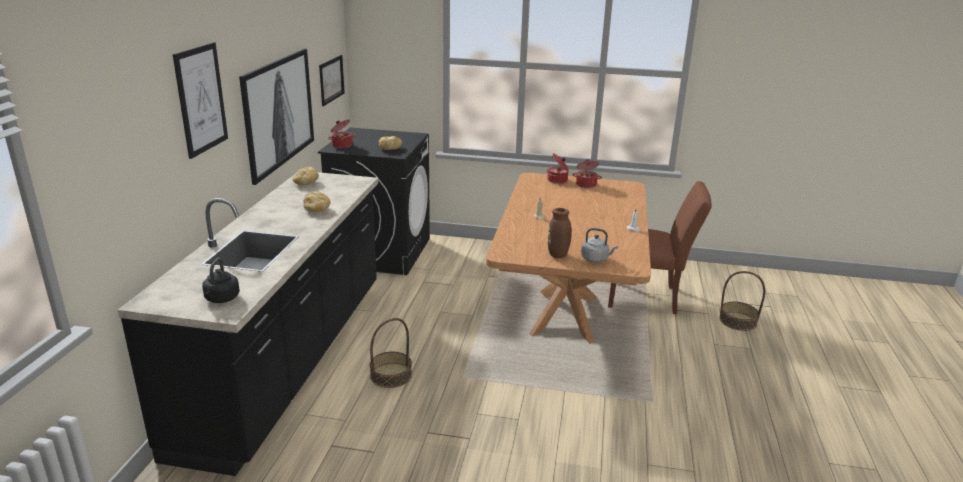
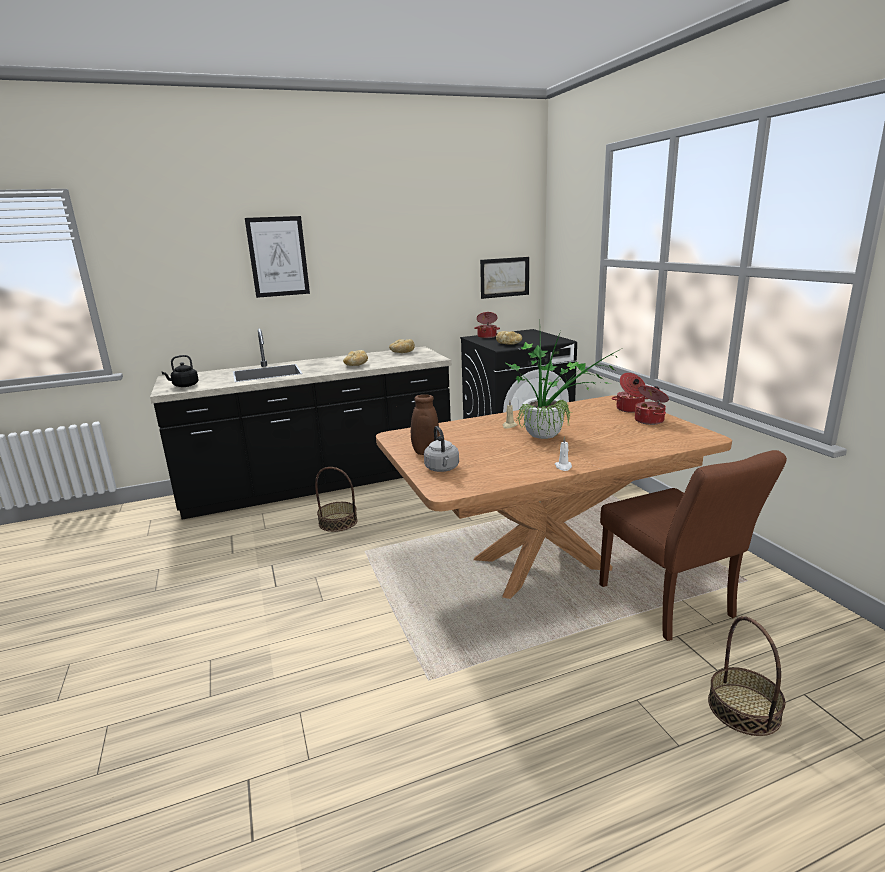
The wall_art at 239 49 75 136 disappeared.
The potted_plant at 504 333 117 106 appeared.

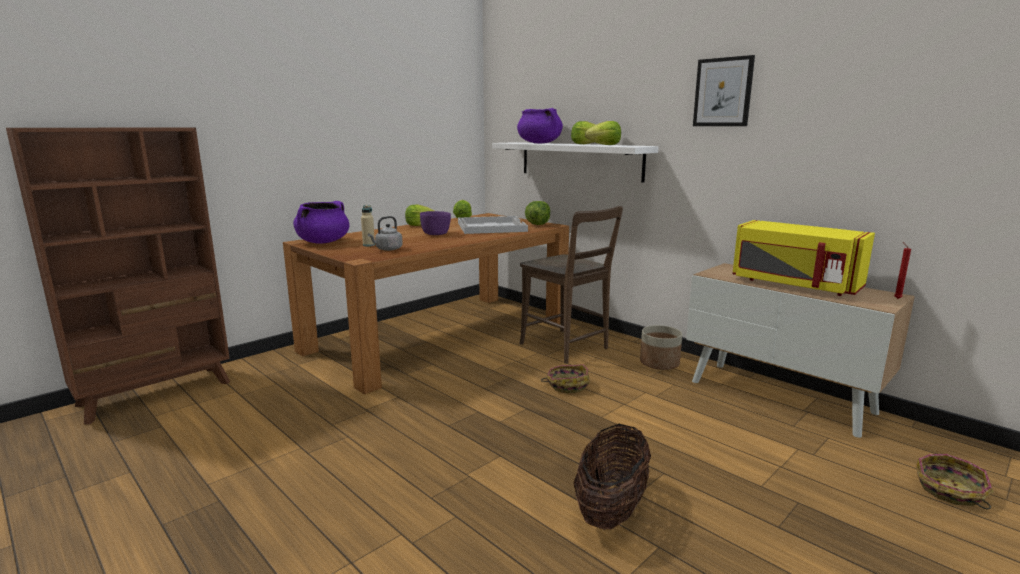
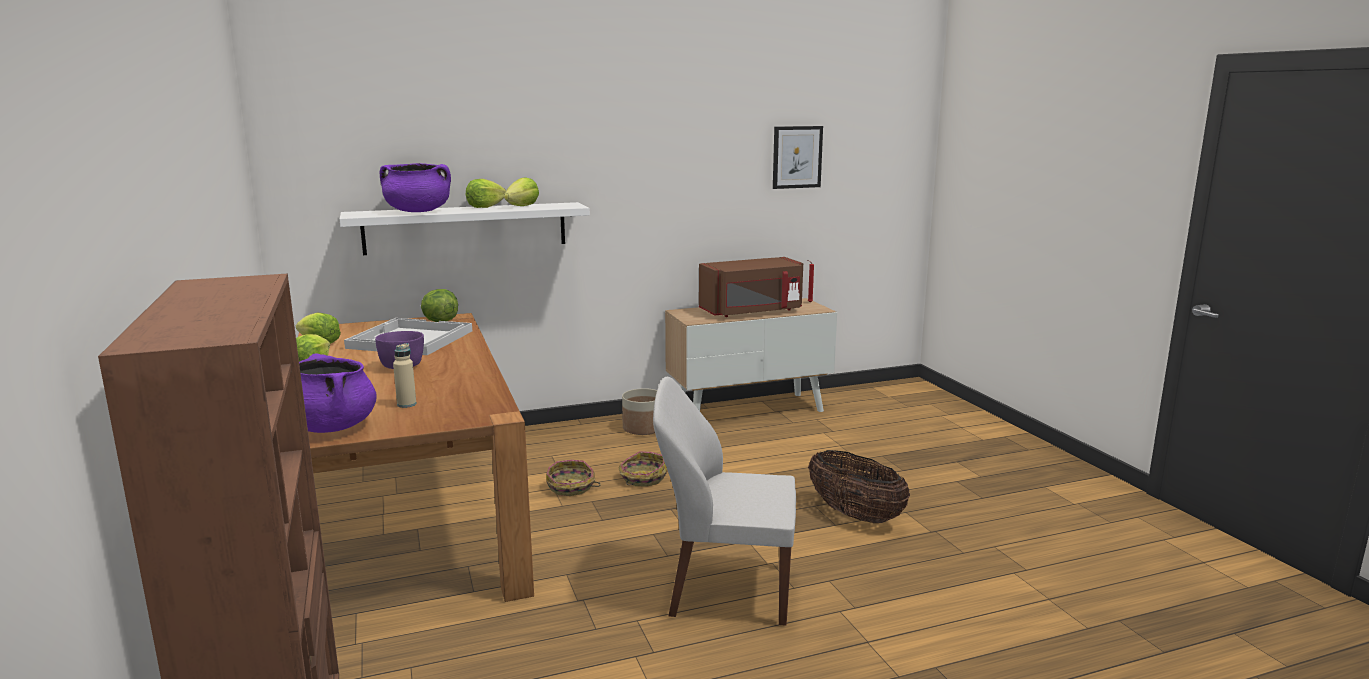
The greyish_water_kettle at 368 216 35 35 disappeared.
The brown_chair at 519 206 104 158 disappeared.
The wall_art moved from 693 55 62 71 to 773 126 50 63.
The yellow_microwave at 732 220 143 76 became the brown_microwave at 699 257 104 60.
The basket moved from 916 454 77 55 to 546 460 55 36.
The white_chair at 653 377 143 249 appeared.

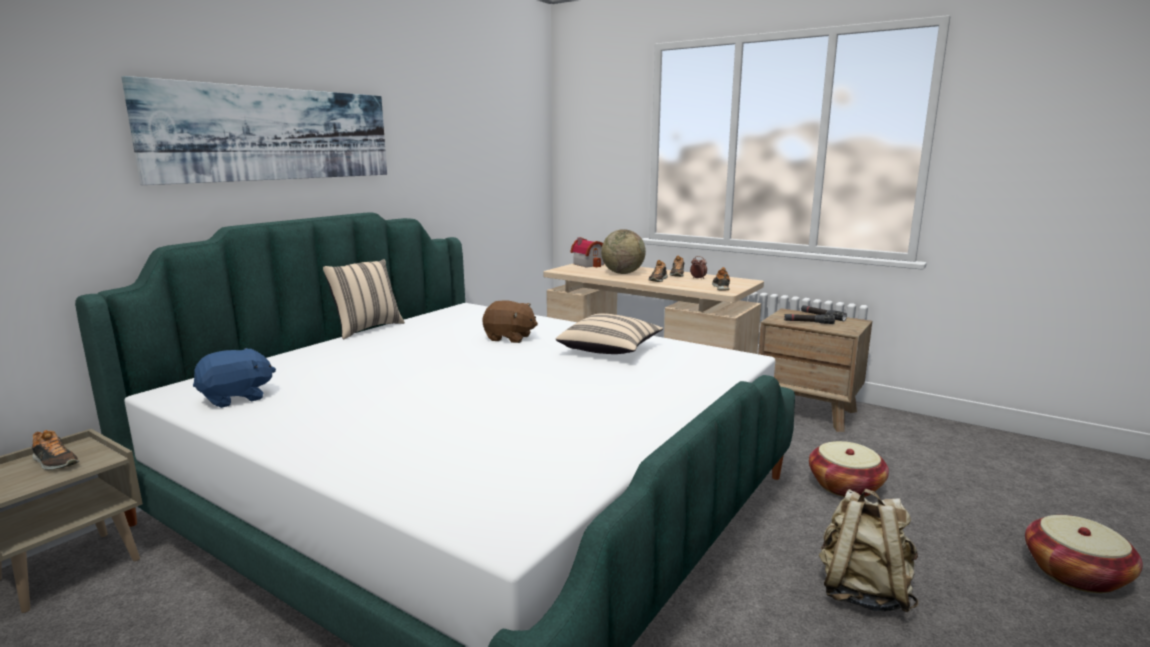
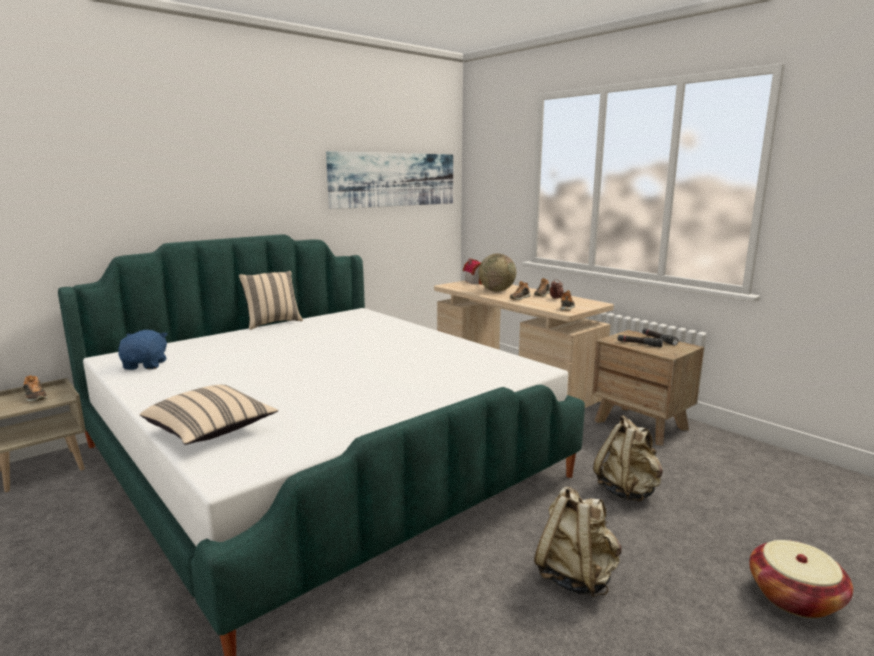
The wall_art moved from 122 76 265 109 to 326 151 127 58.
The blue-coloured_plush_toy at 193 348 83 60 turned 75 degrees counterclockwise.
The brown_plush_toy at 482 300 56 43 disappeared.
The sand-coloured_pillow moved from 556 314 107 40 to 140 385 138 60.
The basket at 809 441 80 56 was replaced by the sand-coloured_knapsack at 593 415 70 87.

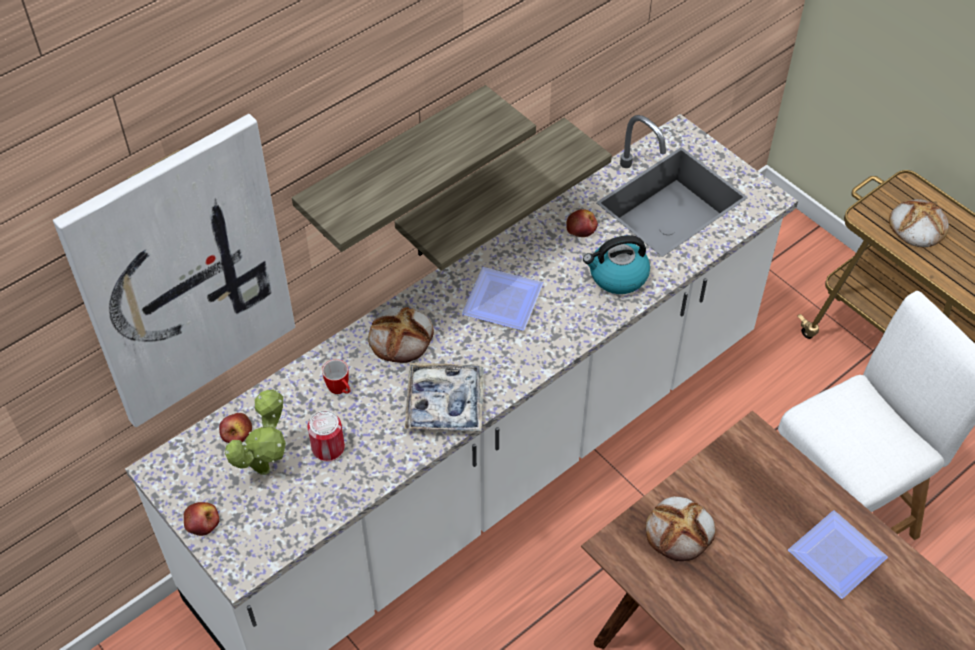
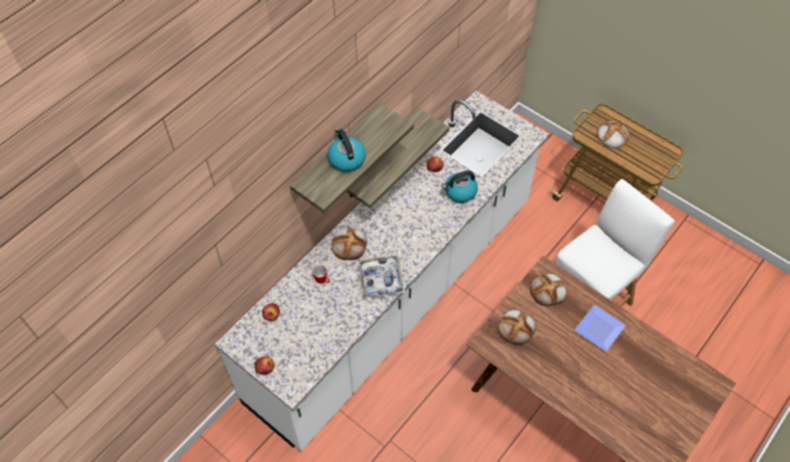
The wall_art at 53 114 242 313 disappeared.
The potted_plant at 225 389 61 86 disappeared.
The sealed_can at 308 410 37 52 disappeared.
The dinner_plate at 462 267 81 64 disappeared.
The water_kettle at 327 128 39 44 appeared.
The bakery_bread at 530 274 37 32 appeared.

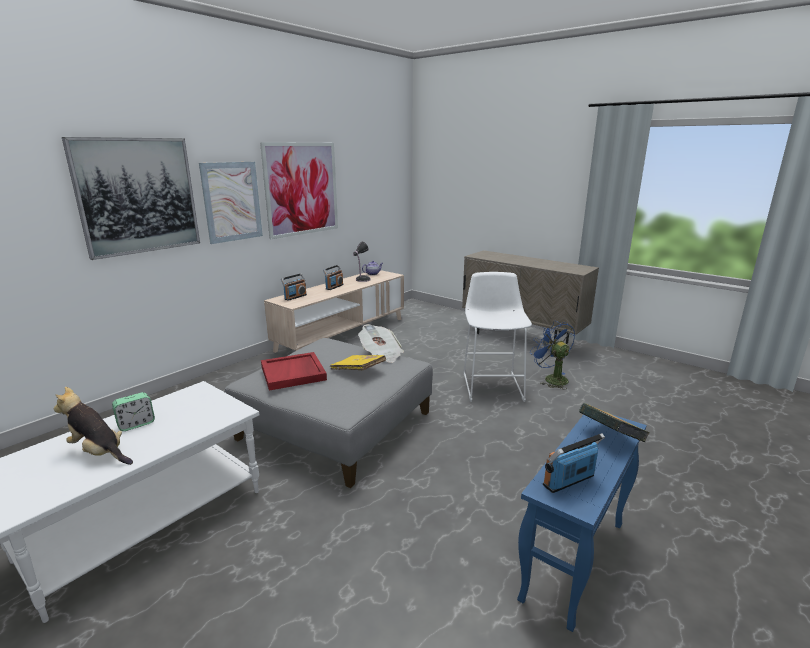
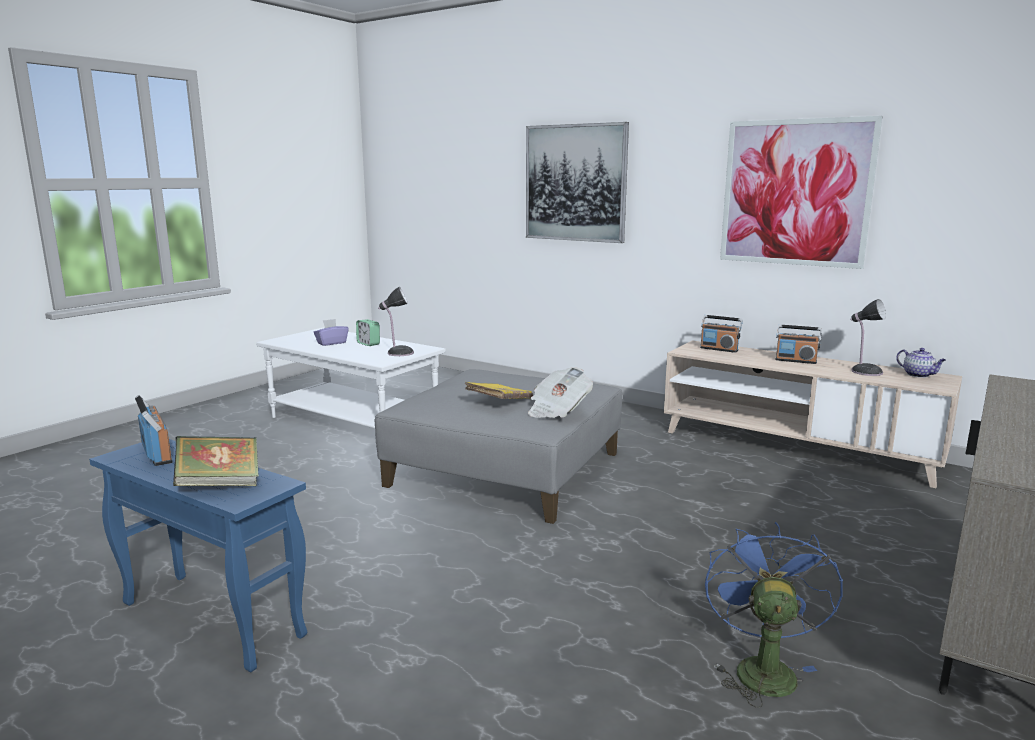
The plush_toy at 54 387 79 78 was replaced by the purplish_box_of_tissues at 314 319 35 27.
The wall_art at 199 162 64 82 disappeared.
The red-coloured_tray at 261 352 66 39 disappeared.
The white_stool at 464 272 68 130 disappeared.
The blue-coloured_fan at 530 321 45 68 turned 45 degrees counterclockwise.
The tabletop_lamp at 378 287 36 69 appeared.

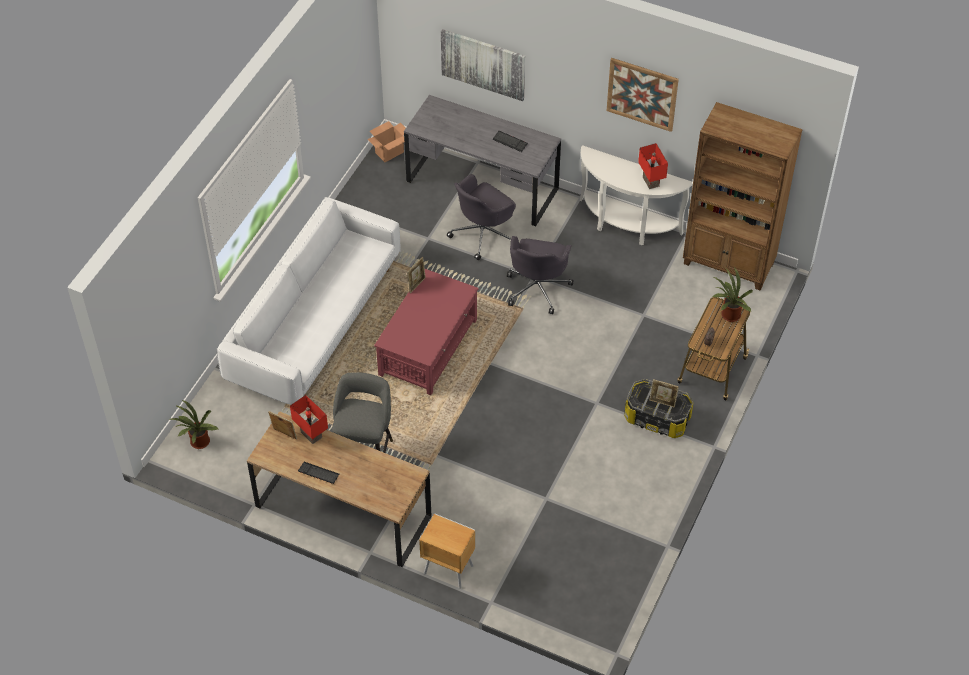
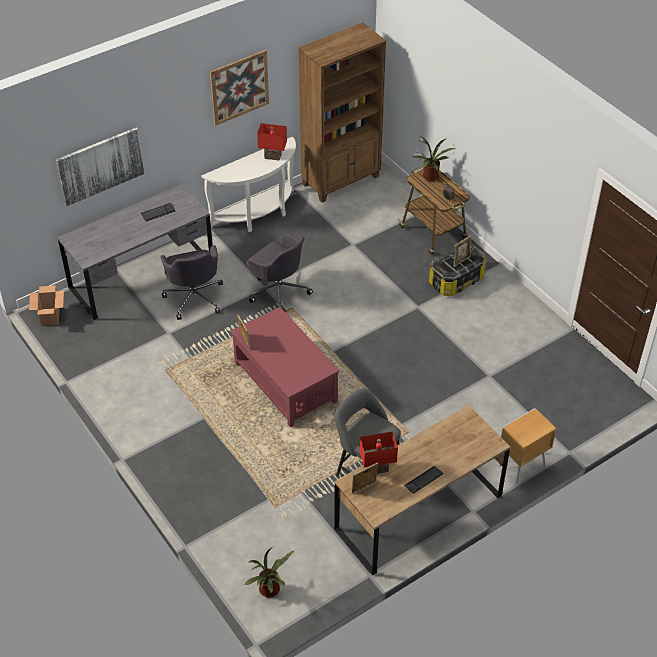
The white_couch at 216 197 185 208 disappeared.

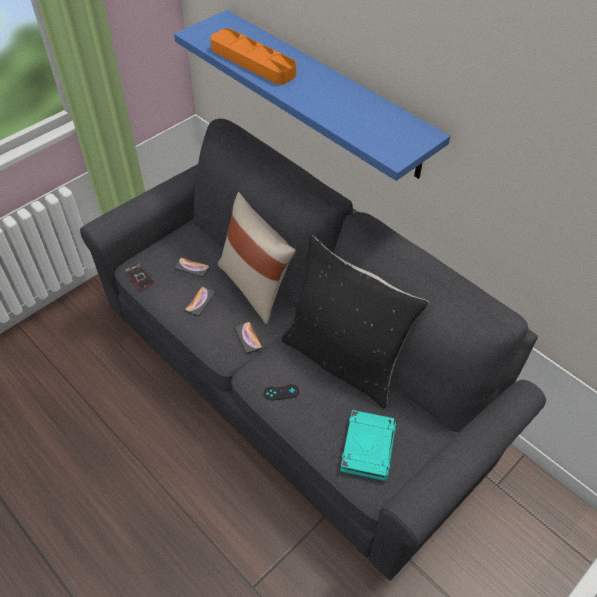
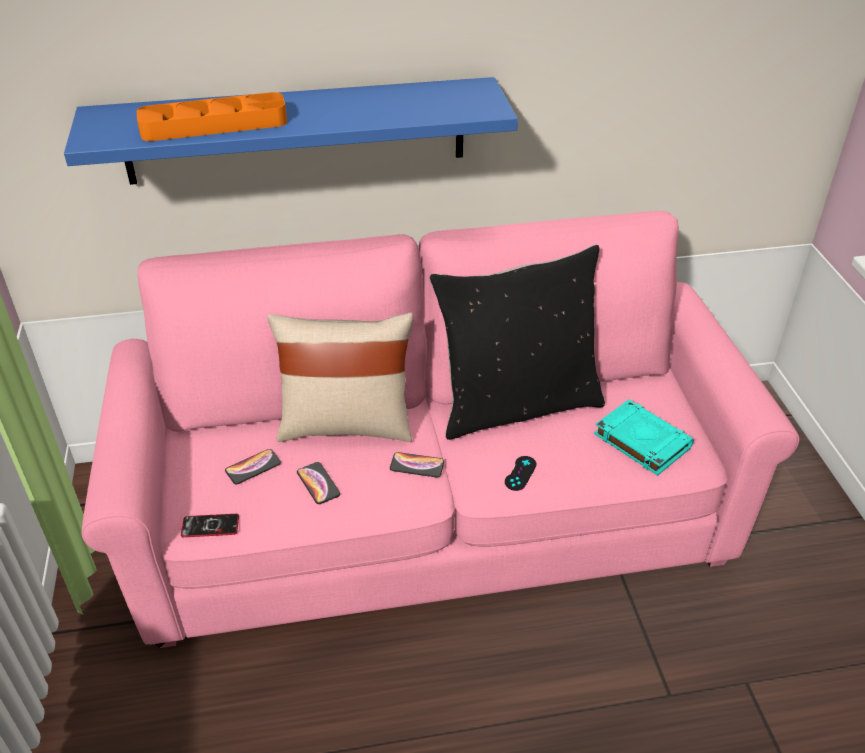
The greyish_couch at 80 118 466 463 became the pink-coloured_couch at 82 211 717 437.

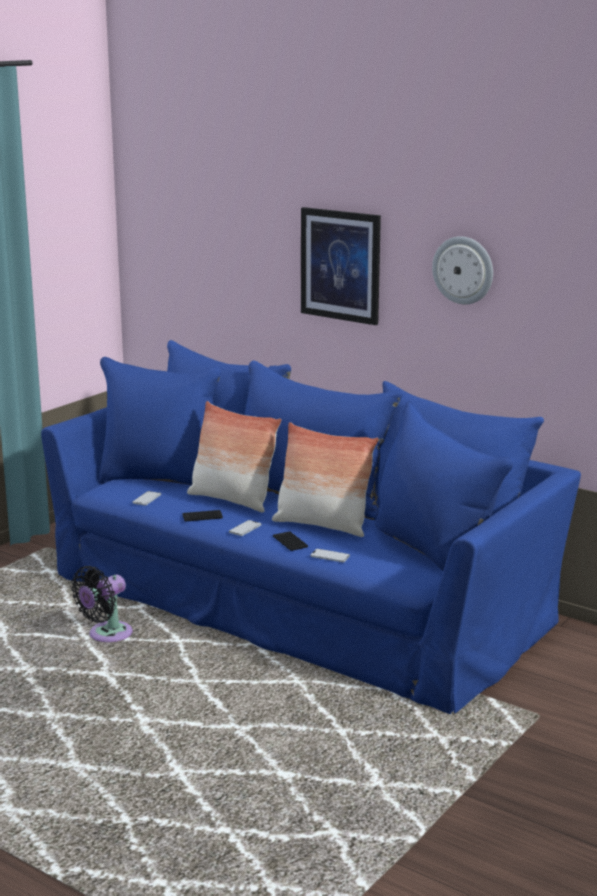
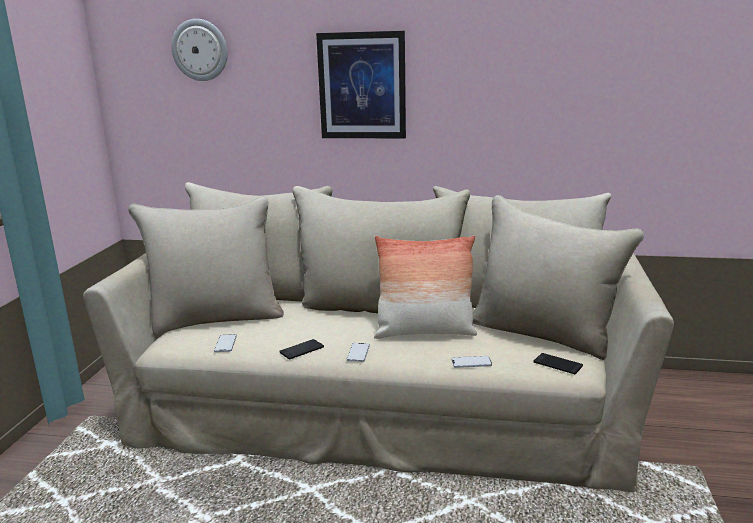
The blue-coloured_couch at 41 340 540 374 became the sand-coloured_couch at 83 182 591 310.
The black-coloured_fan at 71 566 61 76 disappeared.
The pillow at 187 401 95 112 disappeared.
The phone moved from 273 531 35 20 to 534 353 49 21.
The hanging_clock moved from 432 236 61 69 to 171 19 57 62.

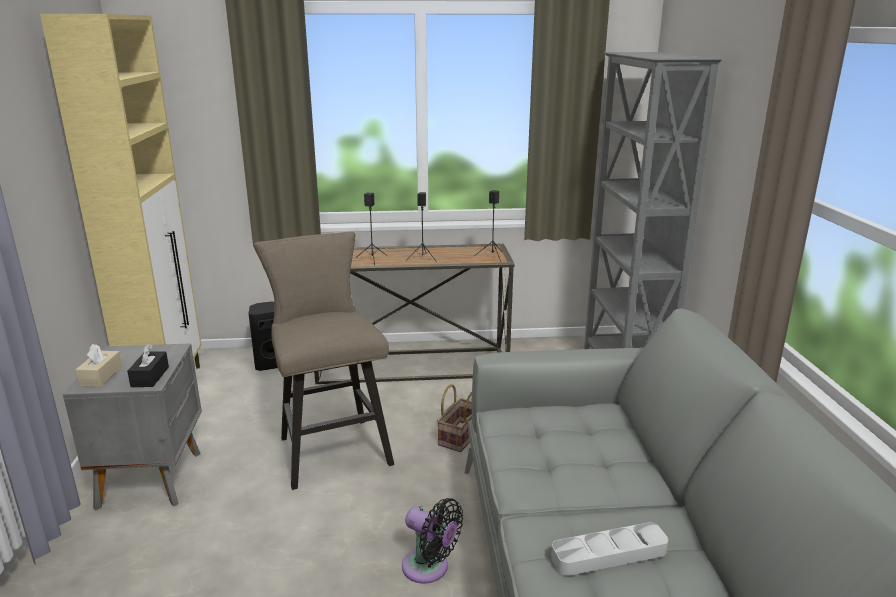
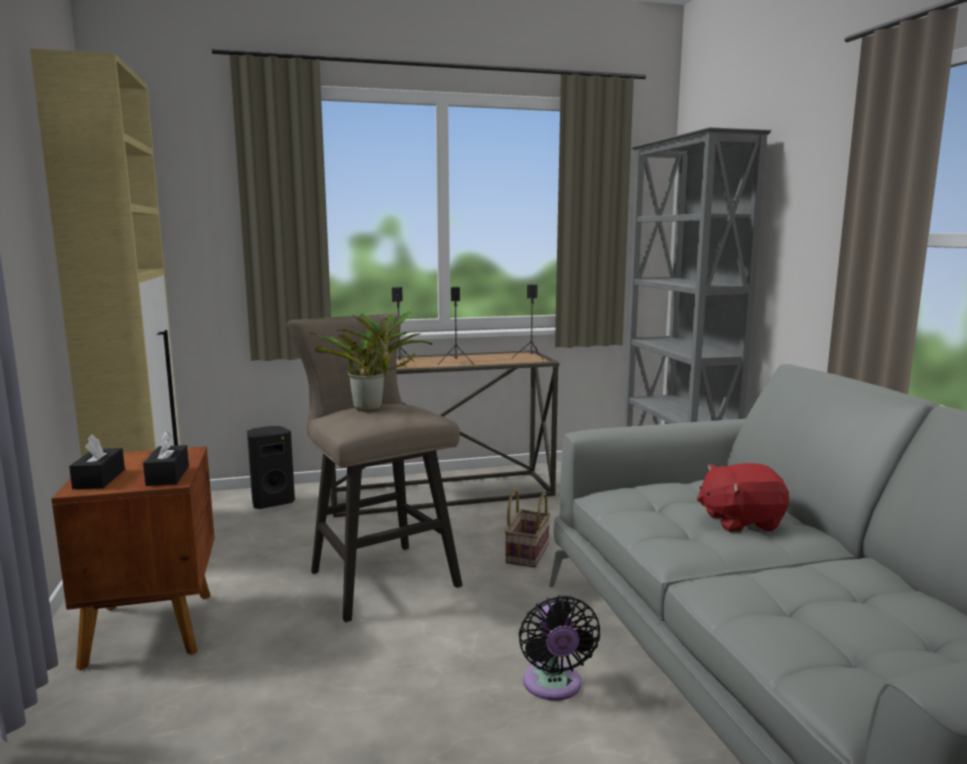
The greyish_bedside_table at 63 343 139 167 became the brown_bedside_table at 51 446 164 225.
The sand-coloured_box_of_tissues at 76 344 46 43 became the black-coloured_box_of_tissues at 69 434 56 55.
The black-coloured_fan at 402 498 61 86 turned 60 degrees clockwise.
The greyish_tray at 551 522 117 54 disappeared.
The potted_plant at 310 308 123 103 appeared.
The red-coloured_plush_toy at 697 463 92 69 appeared.

